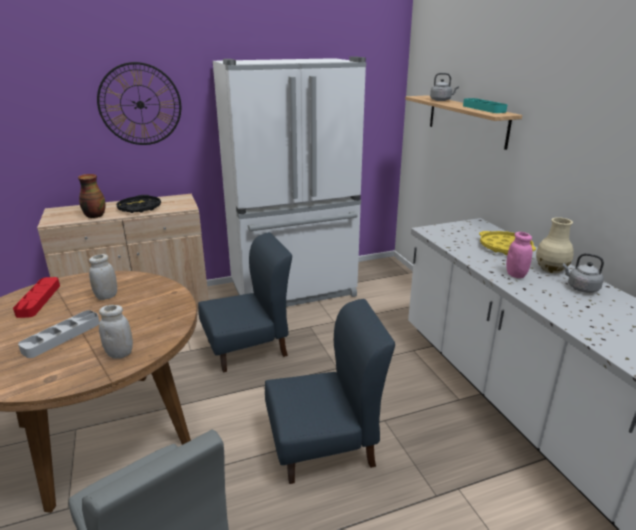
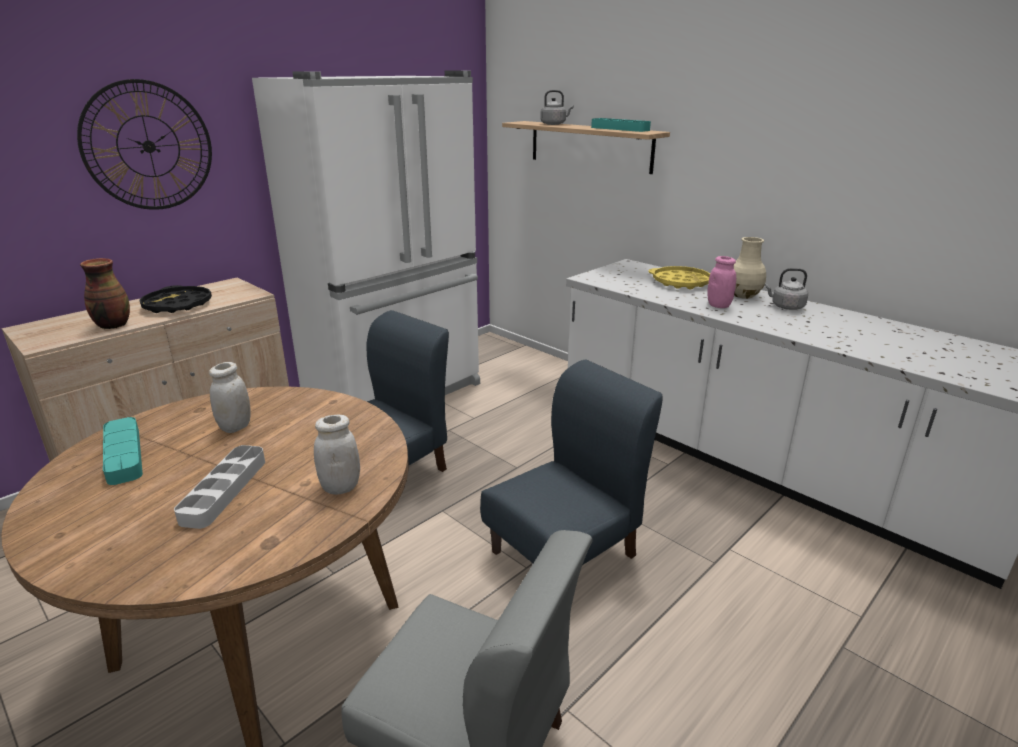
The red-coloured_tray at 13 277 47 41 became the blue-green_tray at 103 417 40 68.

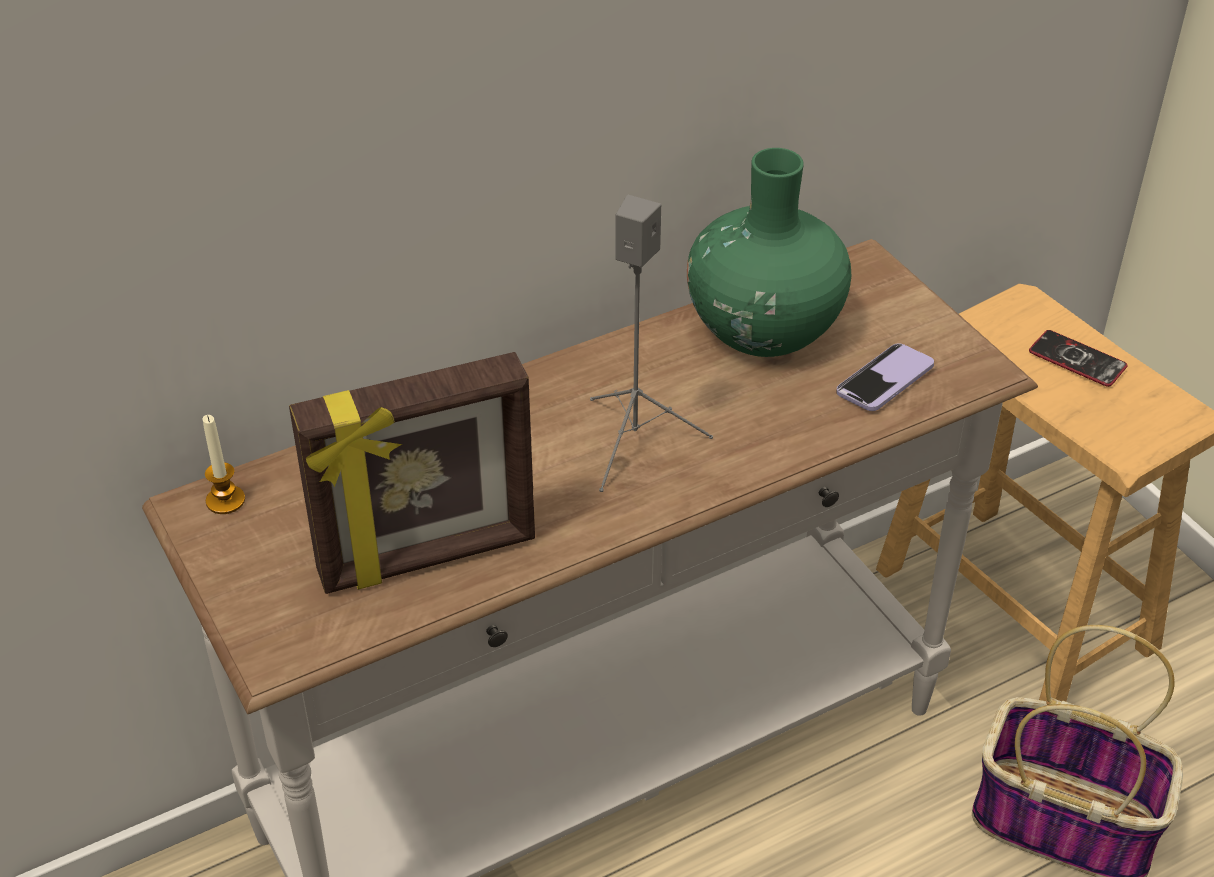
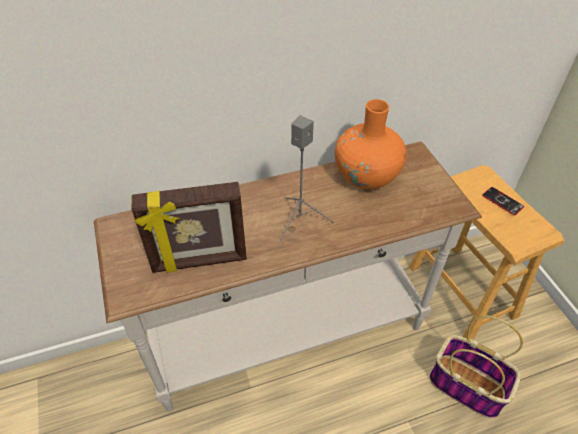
The candle at 203 415 42 99 disappeared.
The greenish_vase at 687 148 164 209 became the orangey_vase at 335 99 71 90.
The phone at 837 343 97 68 disappeared.

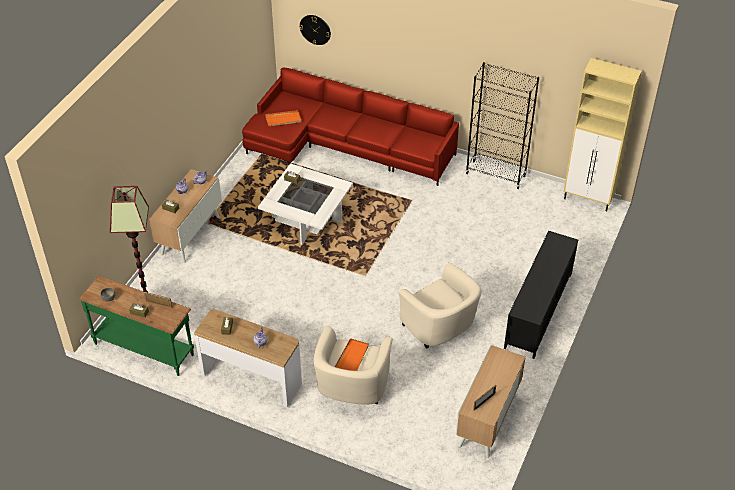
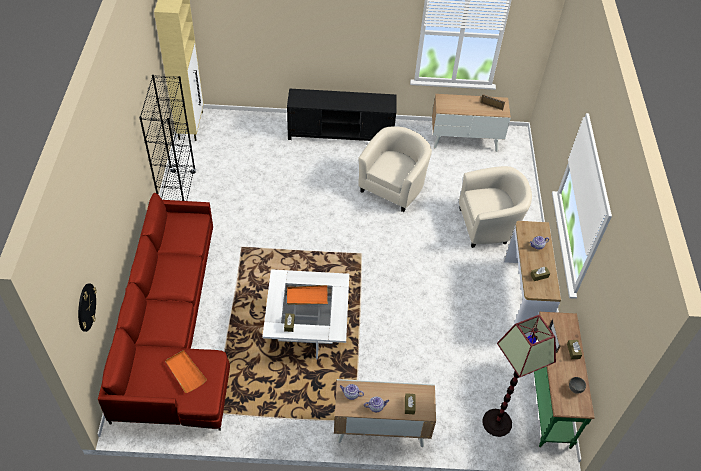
The orangey_tray moved from 335 338 34 33 to 287 285 41 20.

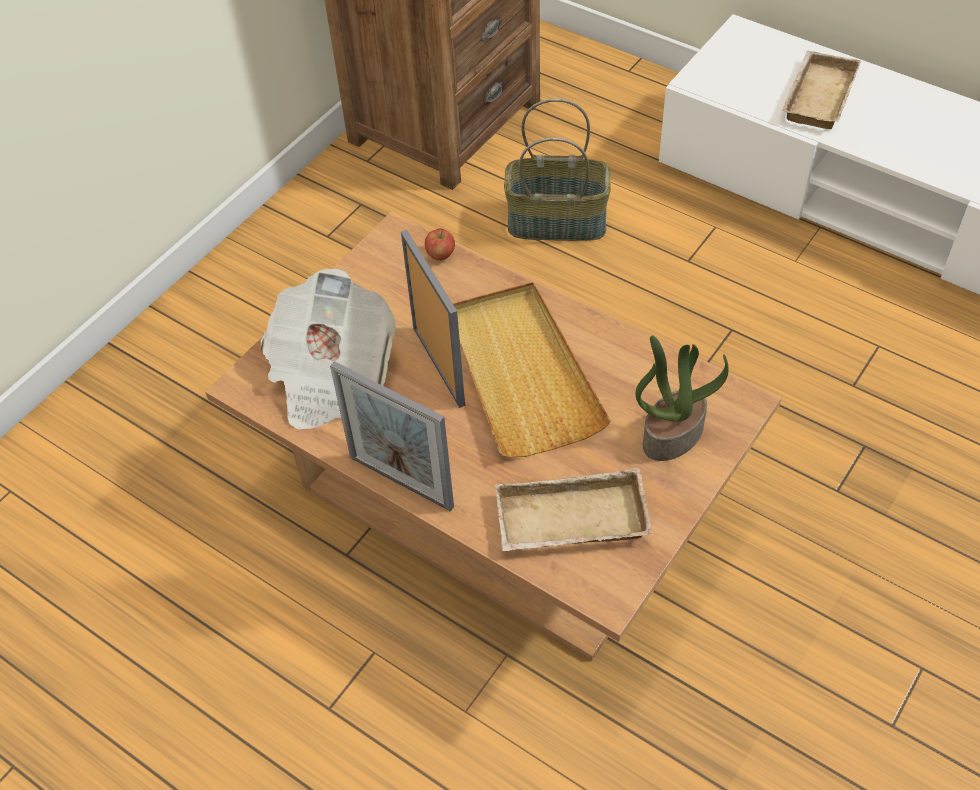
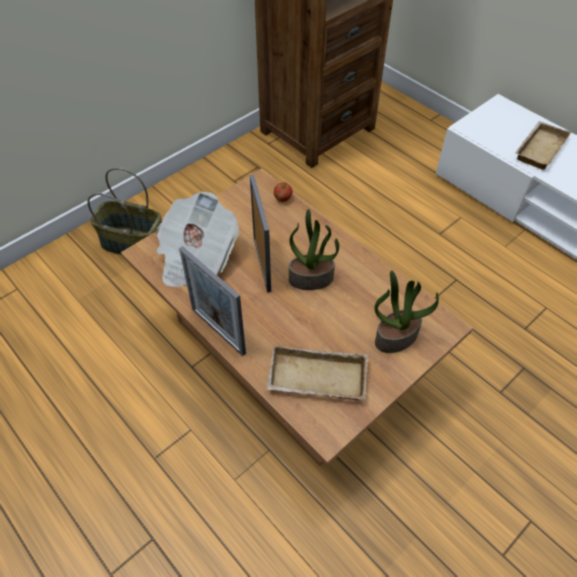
The sand-coloured_tray at 453 282 158 176 was replaced by the potted_plant at 289 209 50 81.
The basket moved from 504 99 107 142 to 87 168 75 87.

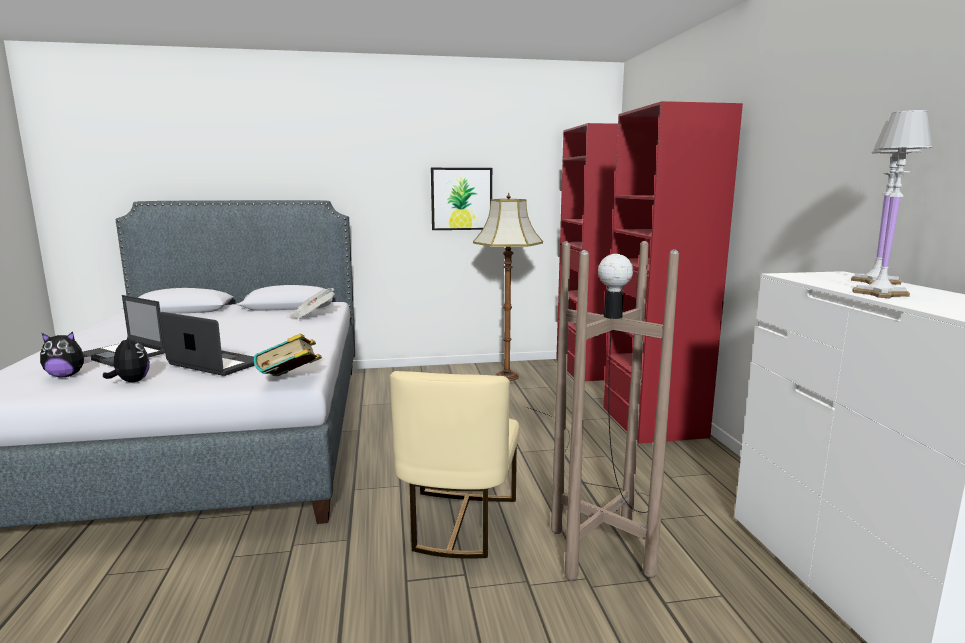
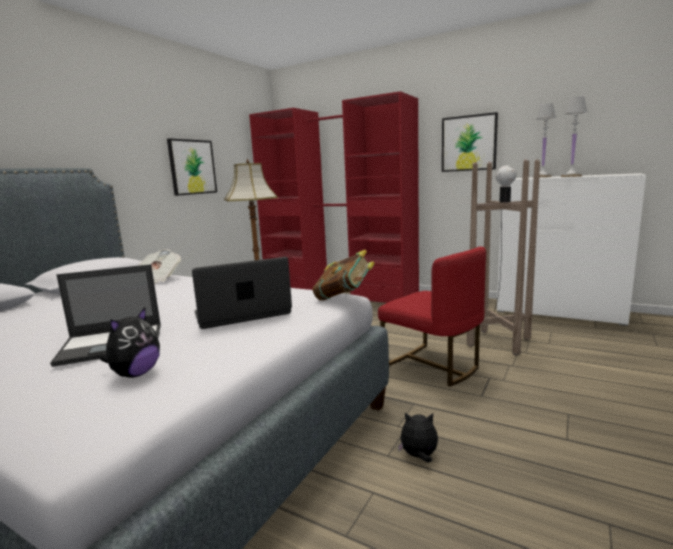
The plush_toy moved from 103 333 47 49 to 398 413 40 49.
The sand-coloured_chair at 390 371 130 188 became the red-coloured_chair at 378 246 108 140.
The wall_art at 442 112 56 60 appeared.

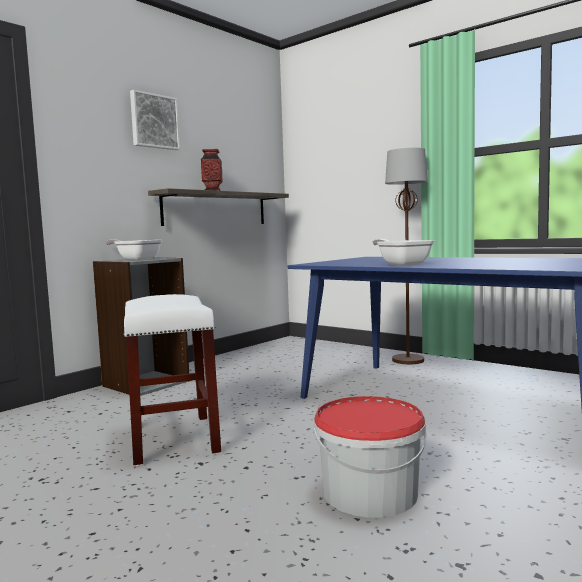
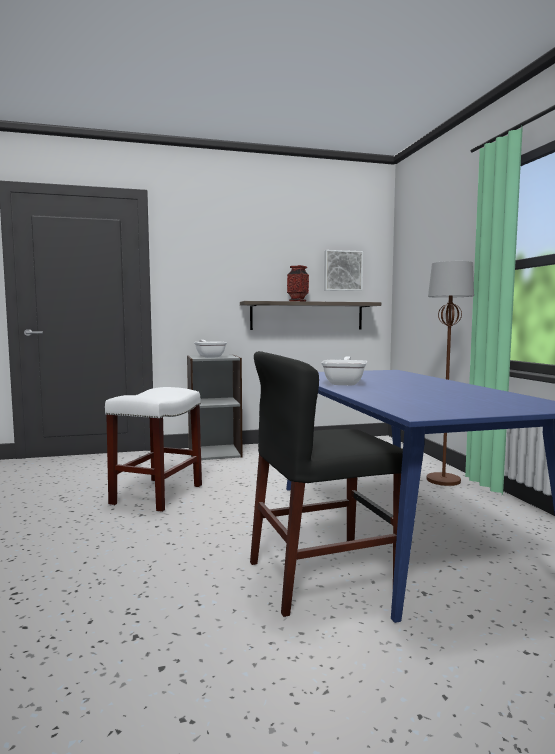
The wall_art moved from 130 90 50 60 to 324 250 39 41.
The pail at 314 396 113 122 disappeared.
The black-coloured_chair at 250 351 153 266 appeared.

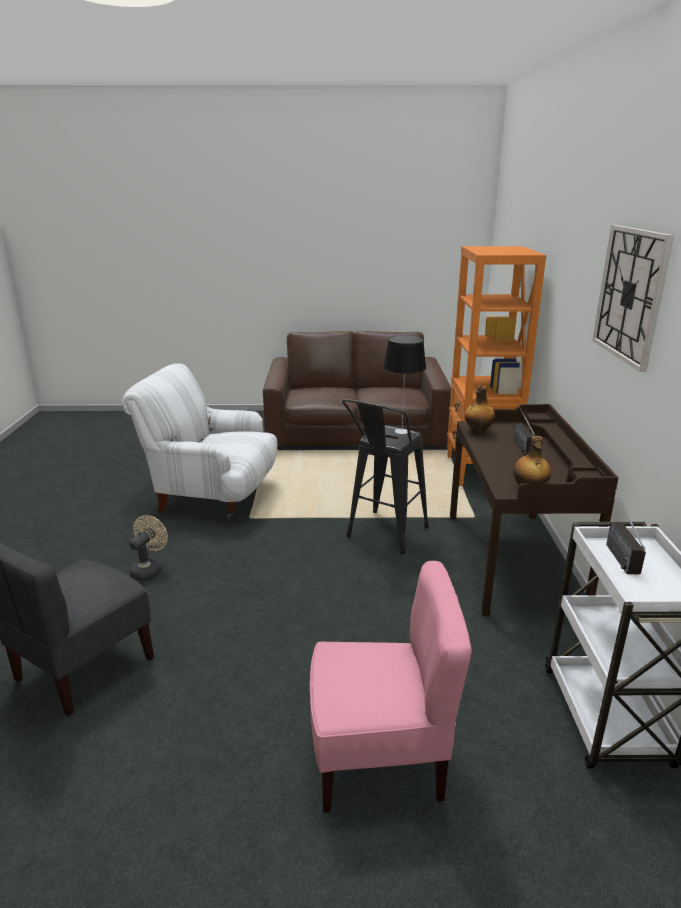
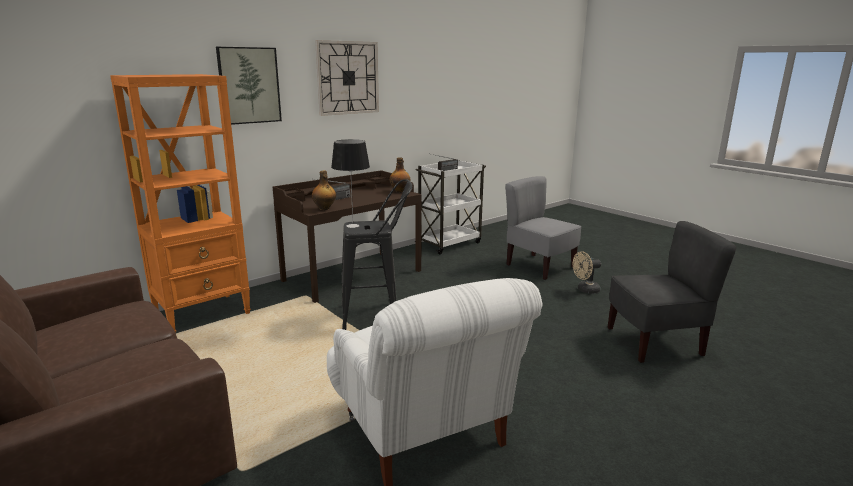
The sand-coloured_fan moved from 129 515 39 66 to 573 251 28 43.
The pink-coloured_chair at 310 561 162 252 became the greyish_chair at 506 176 76 104.
The wall_art at 216 47 66 78 appeared.

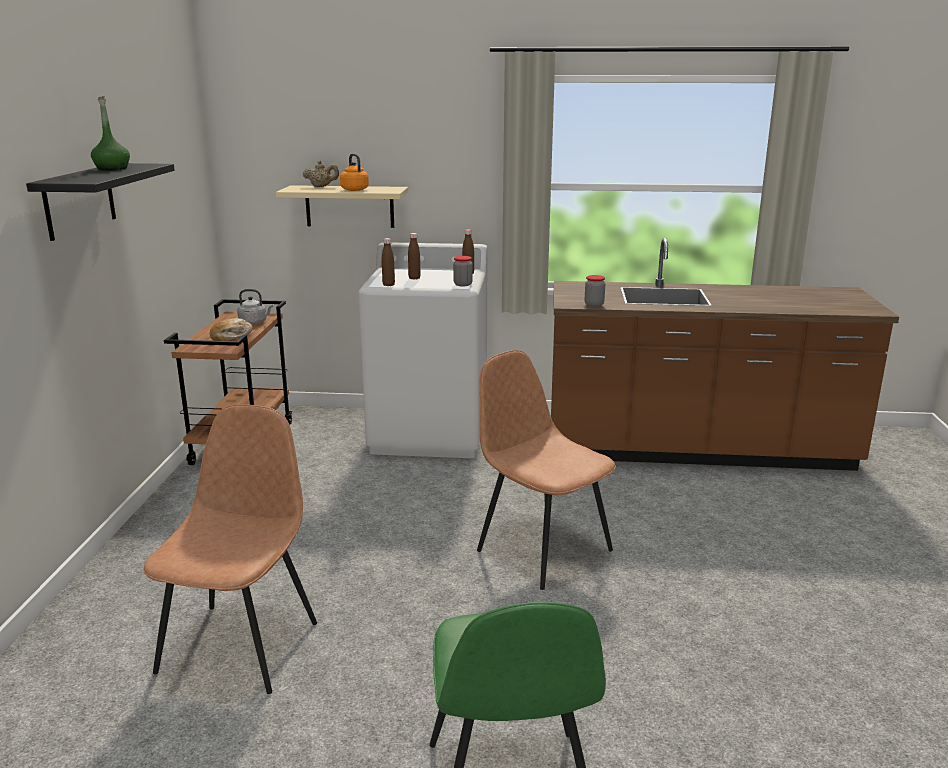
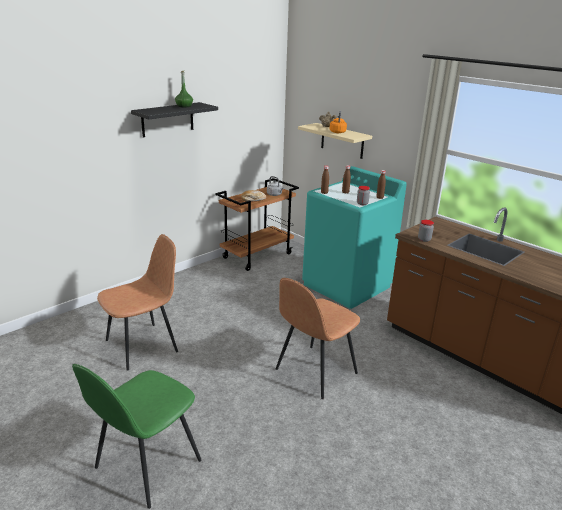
The white_laundry_appliance at 358 242 130 216 became the blue-green_laundry_appliance at 302 166 105 143.
The brown_chair at 477 350 139 240 turned 135 degrees counterclockwise.

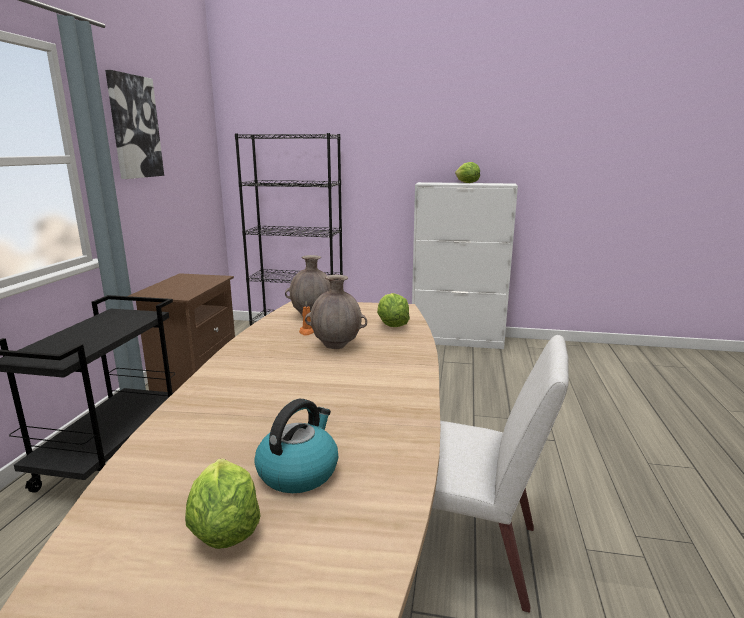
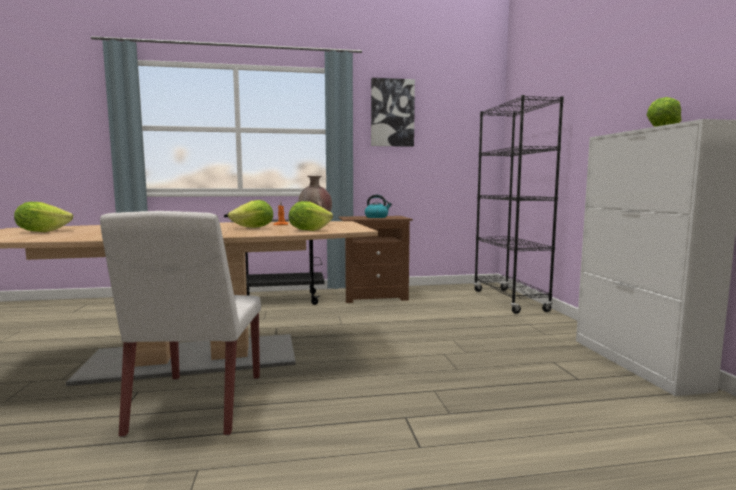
The water_kettle moved from 254 399 84 94 to 365 195 27 23.
The brown_vase at 305 275 62 74 was replaced by the head_of_lettuce at 228 200 45 28.

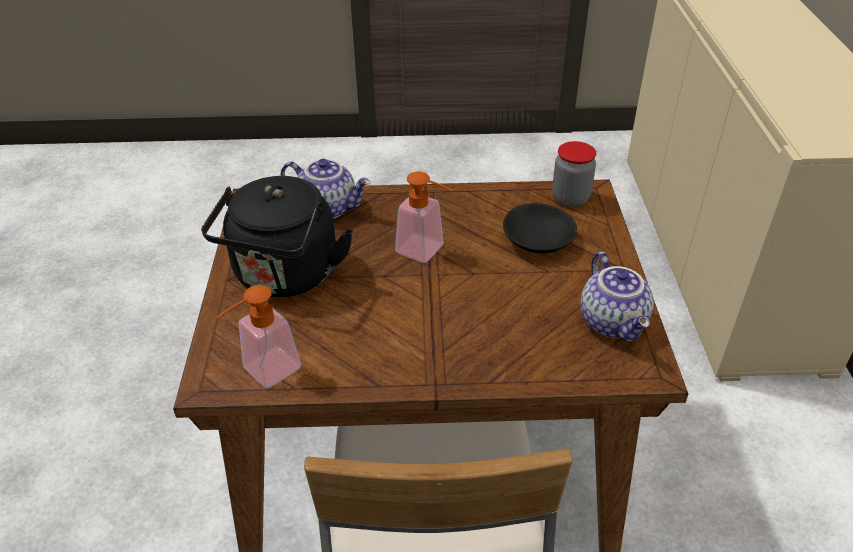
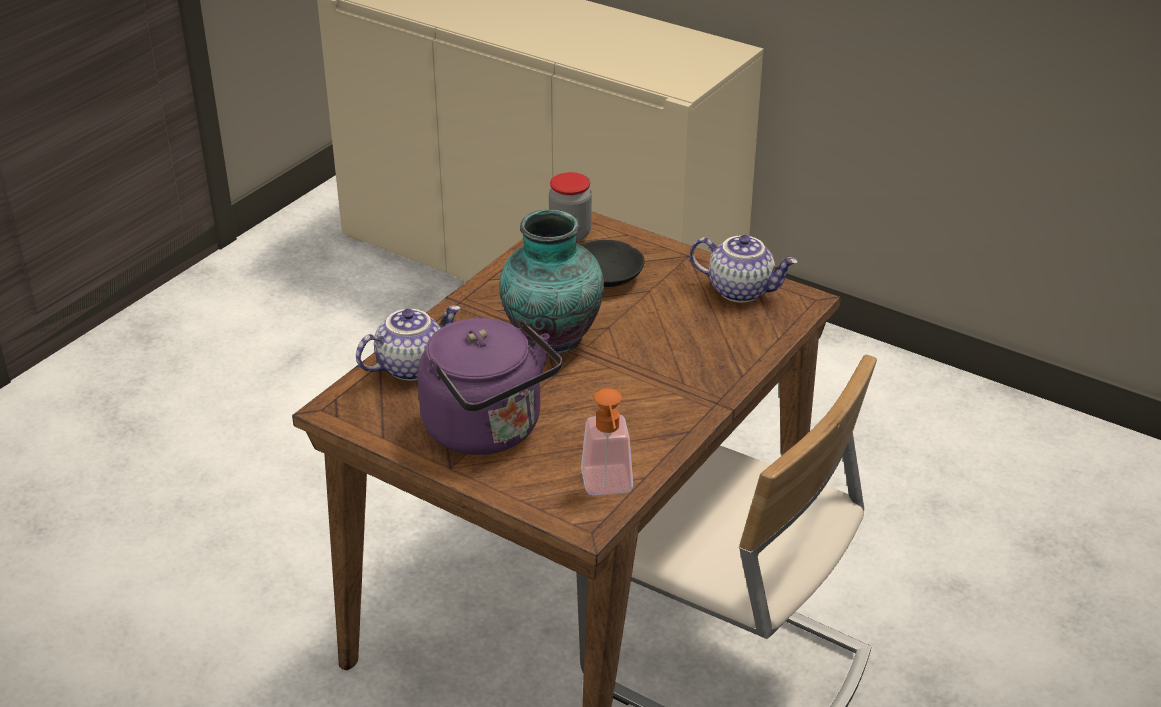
The black-coloured_water_kettle at 201 176 152 121 became the purplish_water_kettle at 417 318 145 137.
The soap_dispenser at 395 171 58 92 was replaced by the vase at 499 209 105 146.

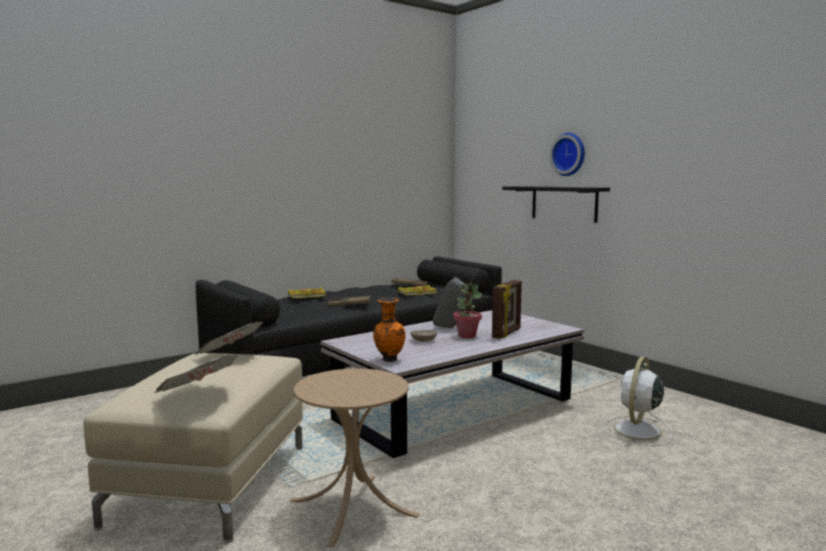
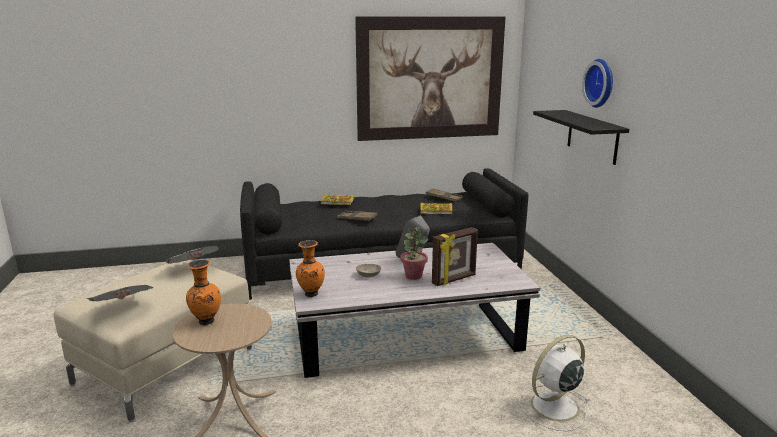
The orangey_vase at 186 259 35 66 appeared.
The wall_art at 355 16 151 125 appeared.

